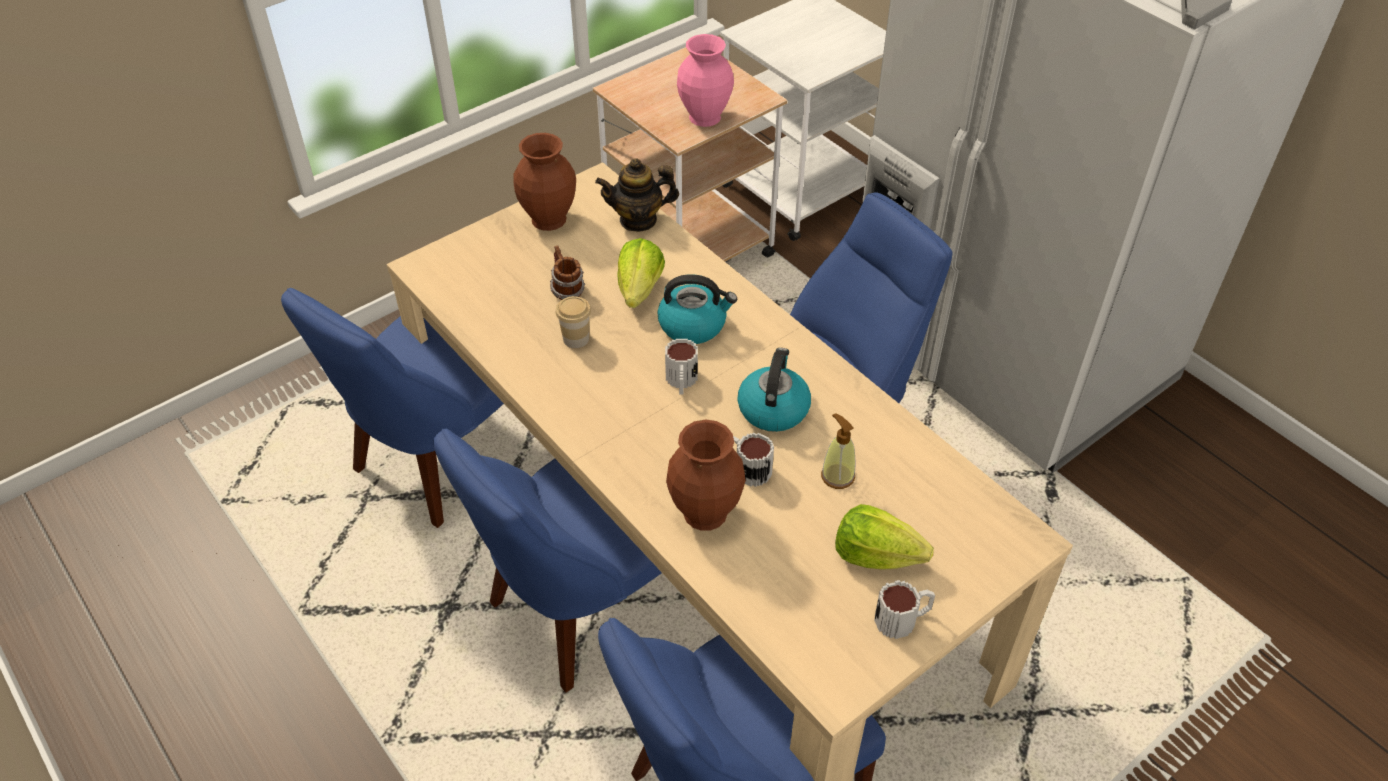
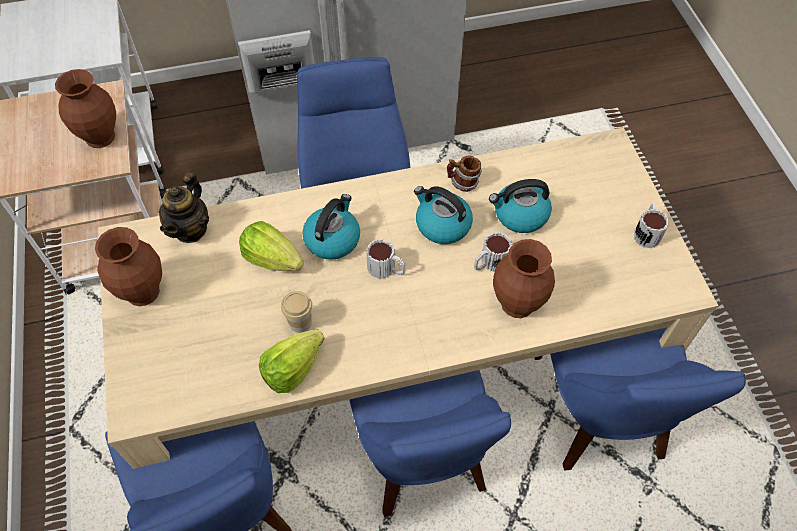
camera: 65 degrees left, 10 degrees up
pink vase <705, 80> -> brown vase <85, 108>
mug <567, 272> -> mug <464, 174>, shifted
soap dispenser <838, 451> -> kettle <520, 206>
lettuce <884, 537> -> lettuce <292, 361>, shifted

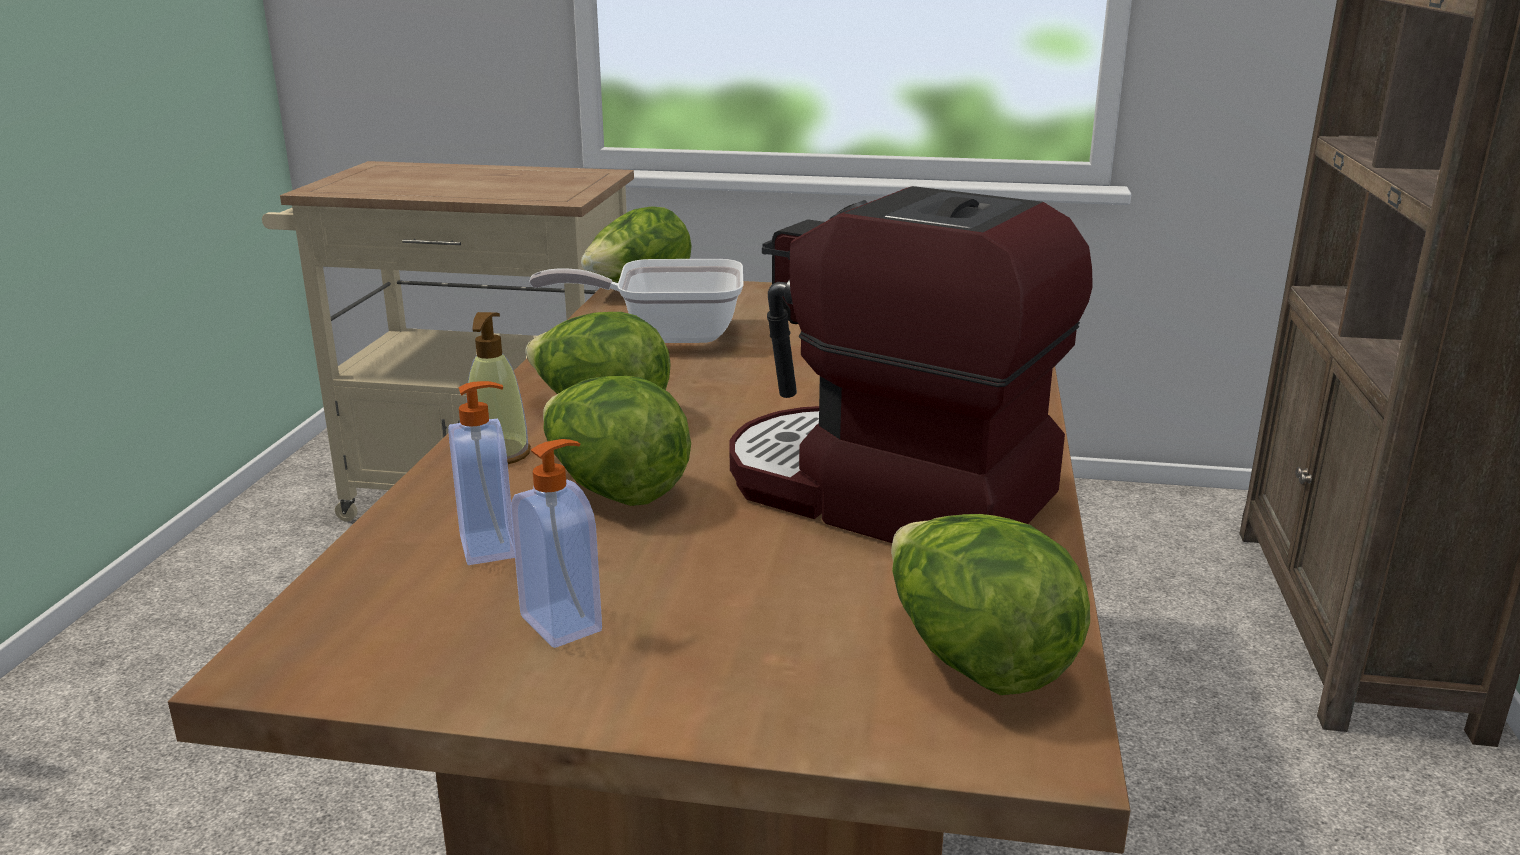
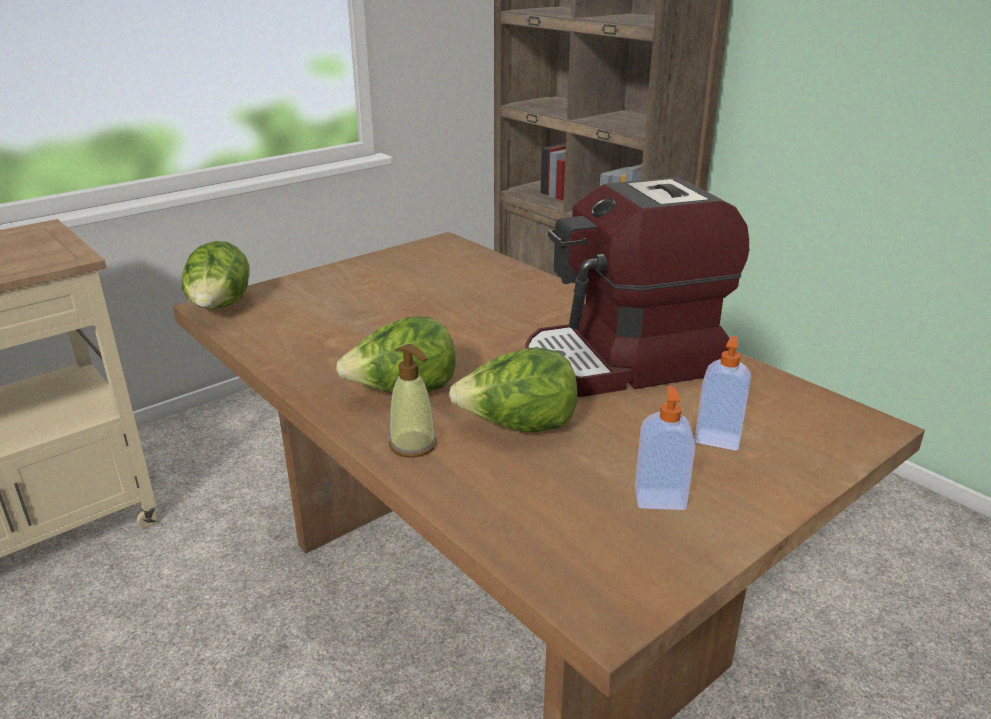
camera: 50 degrees left, 5 degrees up
frying pan <636, 301> -> none
soap dispenser <481, 473> -> soap dispenser <722, 393>, shifted
lettuce <990, 604> -> none

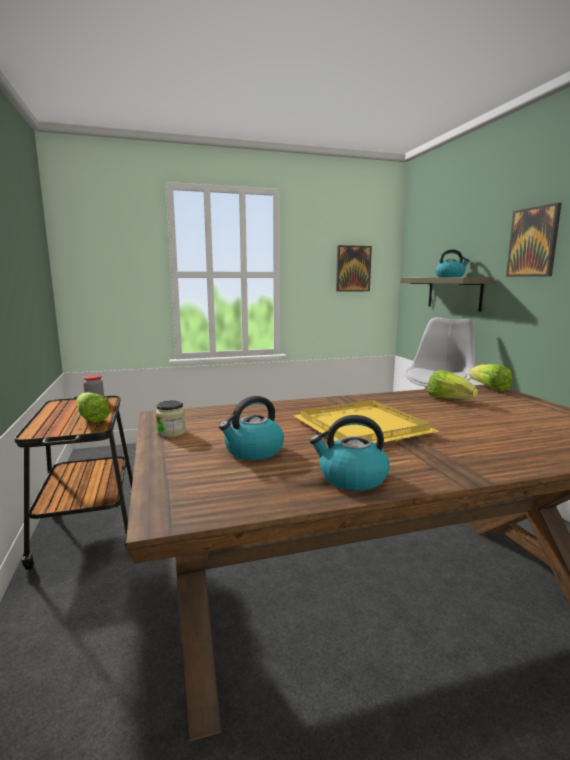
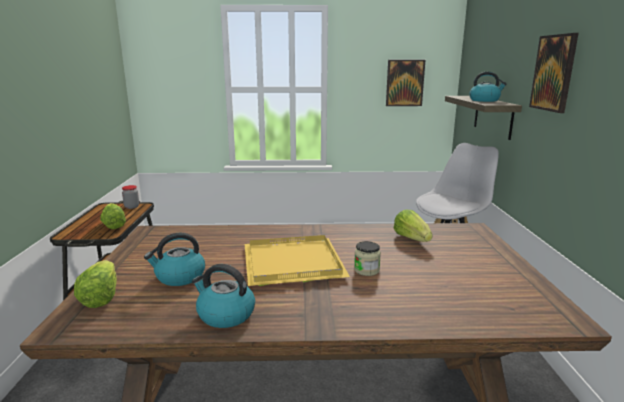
camera: 15 degrees right, 5 degrees up
lettuce <490, 377> -> lettuce <95, 284>, shifted
jar <171, 419> -> jar <367, 258>, shifted

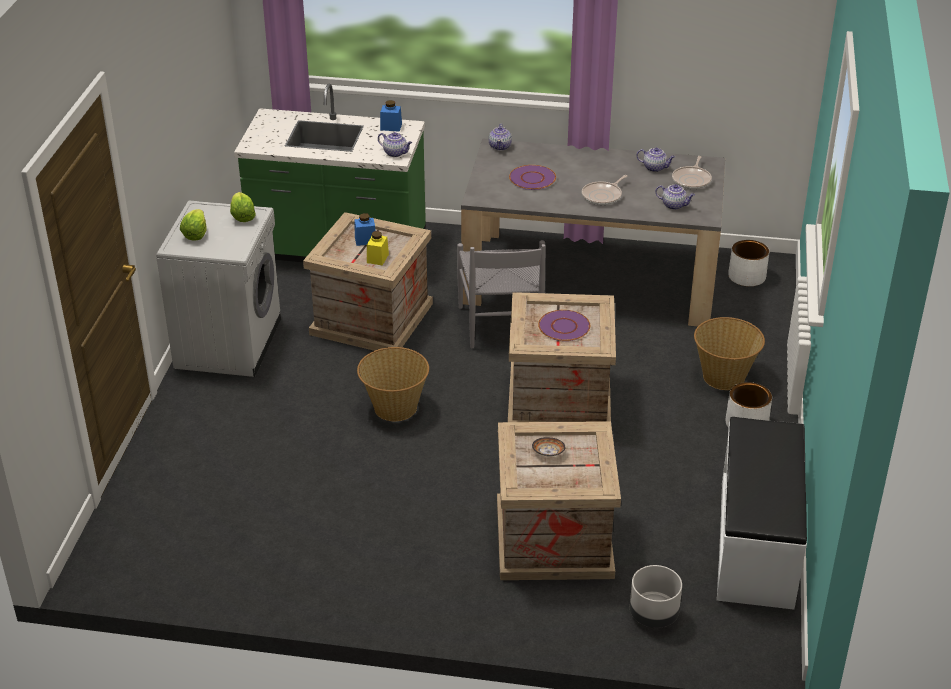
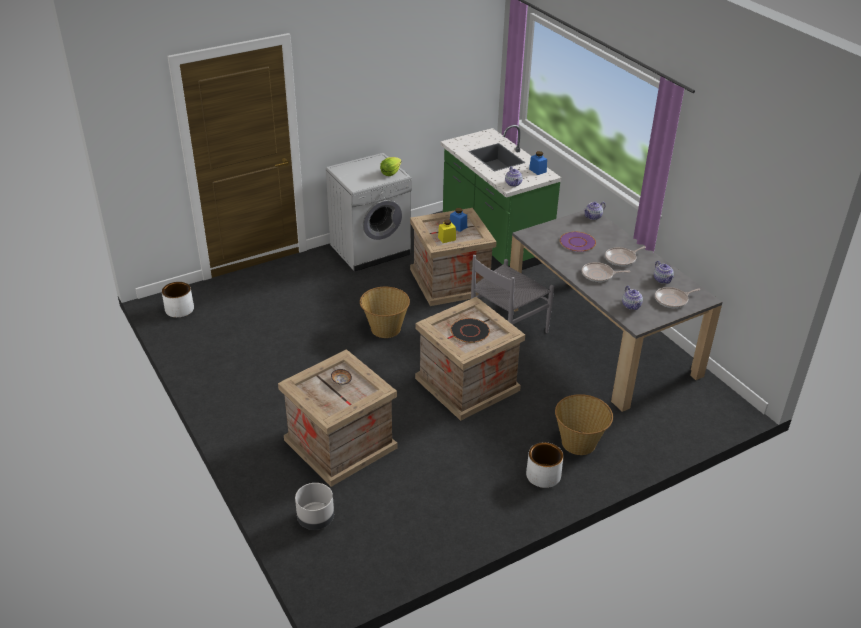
camera: 50 degrees right, 0 degrees up
lettuce <193, 225> -> none
white planter <748, 263> -> white planter <178, 300>, shifted
purple plate <564, 325> -> black plate <470, 330>
white bench <761, 513> -> none
none -> frying pan <625, 256>

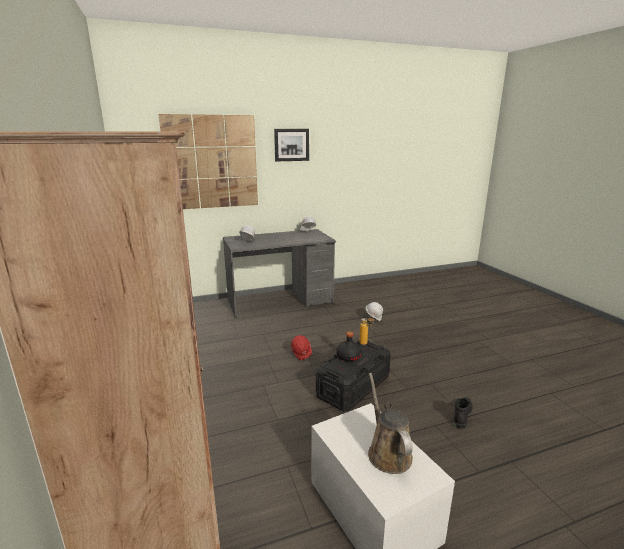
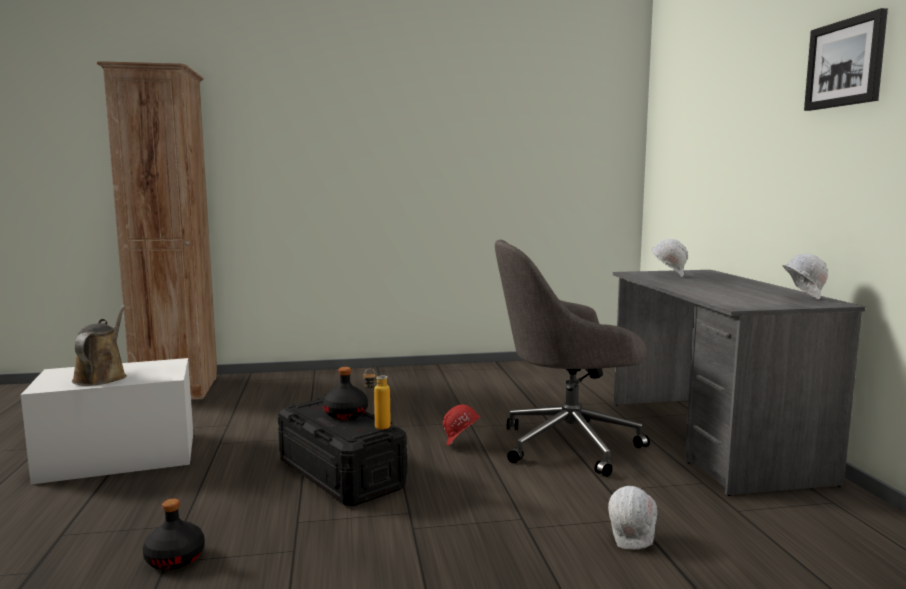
camera: 100 degrees right, 10 degrees down
picture <208, 161> -> none
brown watering can <390, 423> -> brown watering can <99, 345>, 90 degrees counterclockwise
black boot <463, 413> -> black bottle <173, 534>
none -> grey office chair <572, 358>

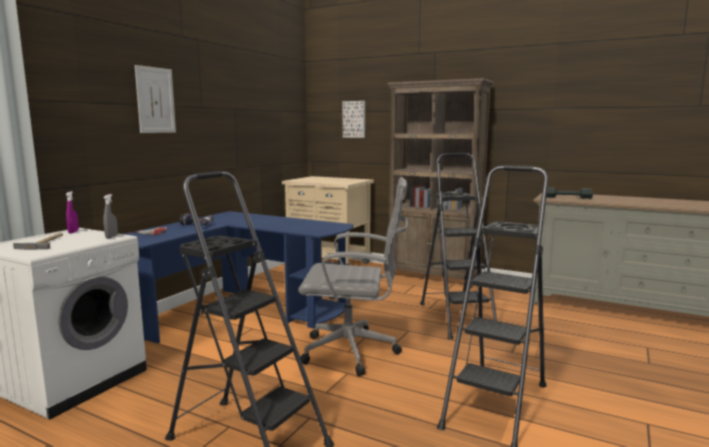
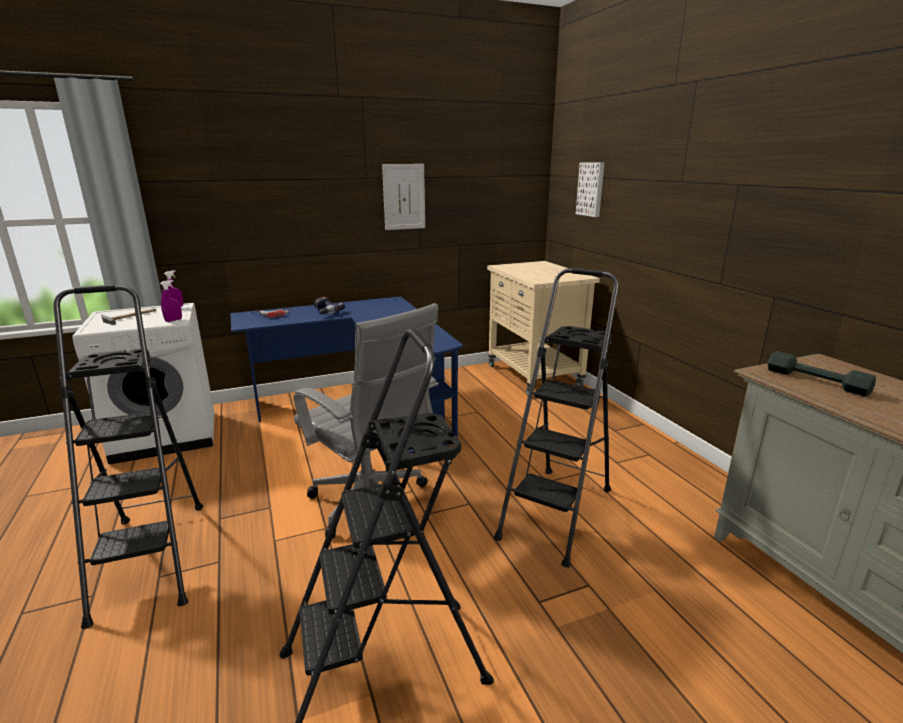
camera: 40 degrees right, 10 degrees up
picture <155, 99> -> picture <403, 197>, shifted
brown bookcase <440, 183> -> none
grey spray bottle <110, 216> -> purple spray bottle <171, 301>

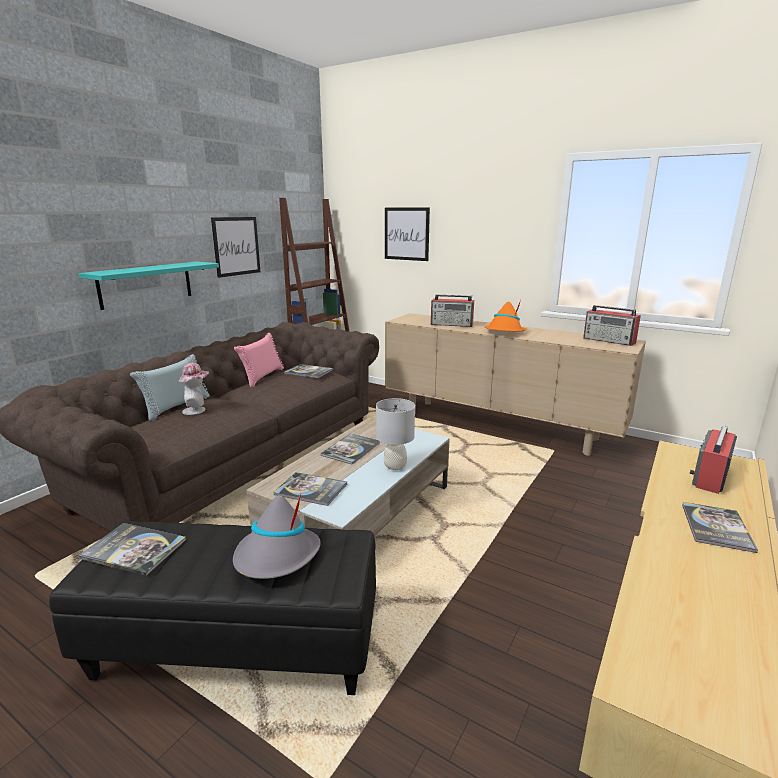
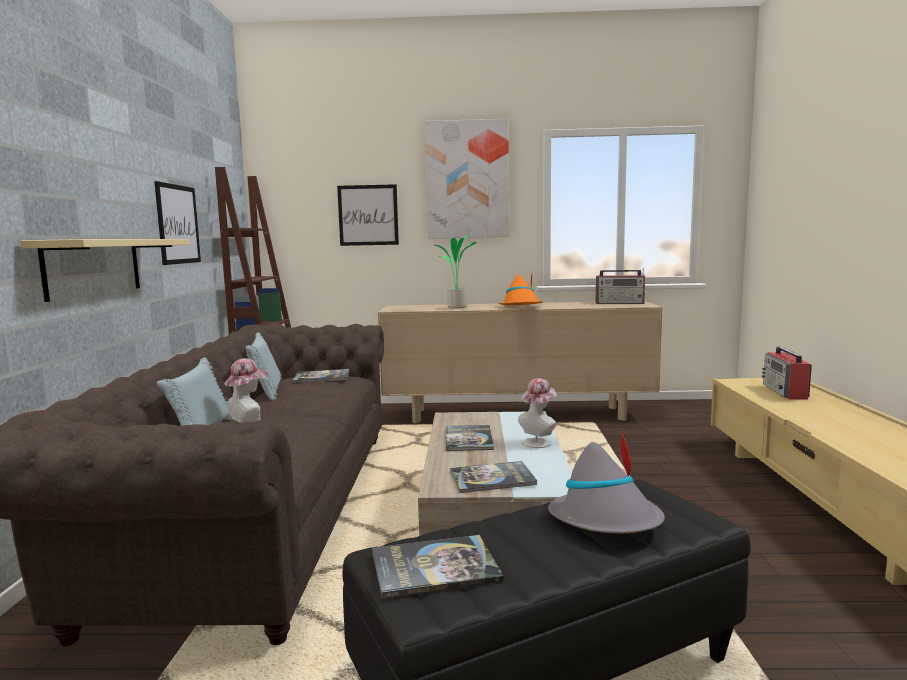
camera: 30 degrees left, 10 degrees down
turquoise shelf <149, 286> -> beige shelf <105, 270>
radio <452, 311> -> potted plant <455, 272>
pink pillow <259, 360> -> blue pillow <264, 366>
grey table lamp <395, 434> -> hat <537, 413>
book <720, 527> -> none
none -> picture <467, 179>

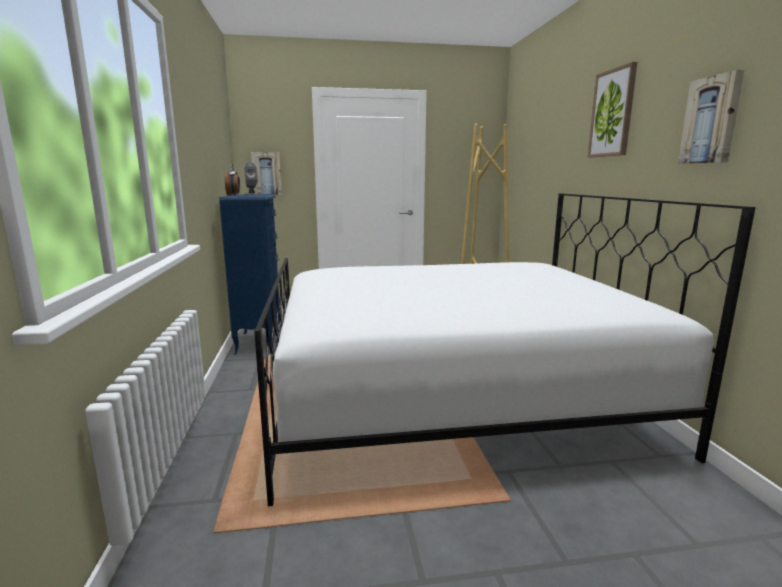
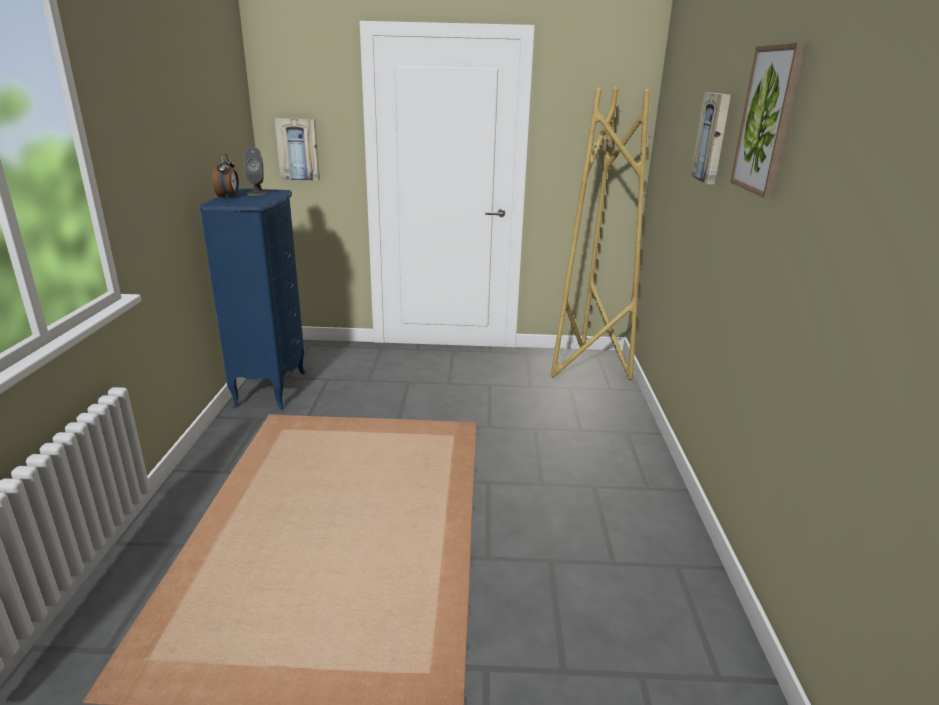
camera: 10 degrees right, 10 degrees up
picture <711, 117> -> picture <710, 138>, shifted
white bed <505, 349> -> none

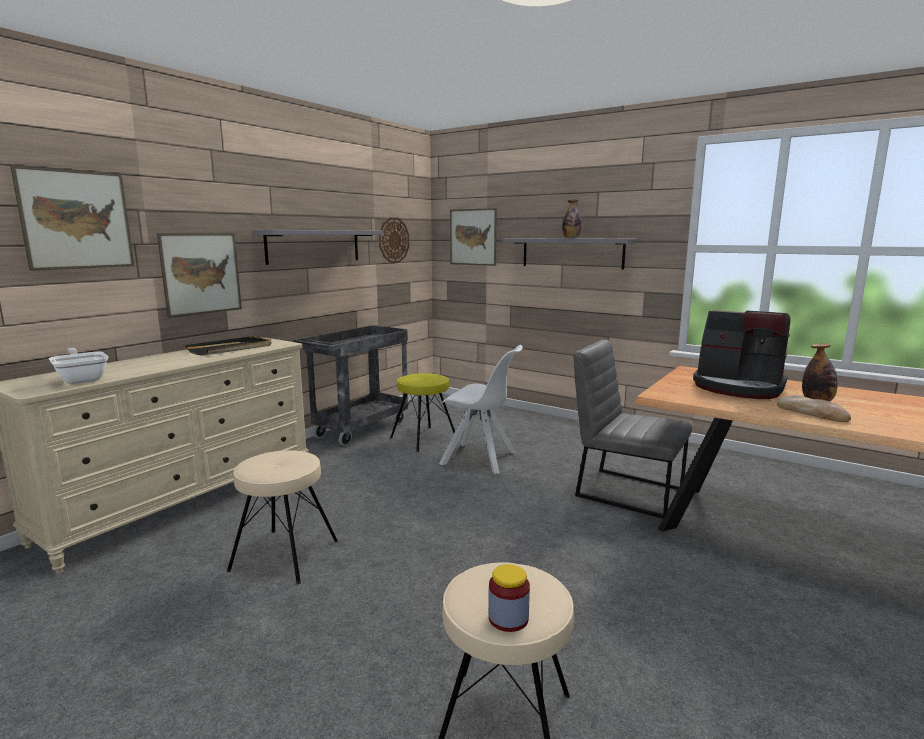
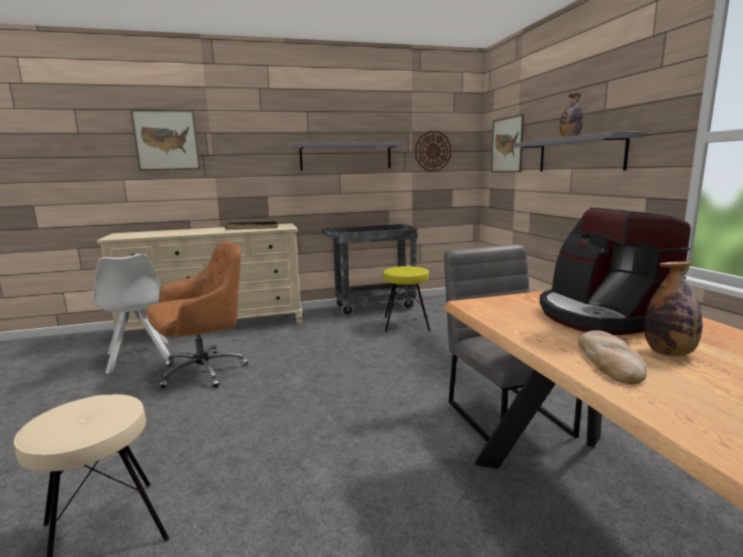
camera: 40 degrees right, 0 degrees up
picture <199, 275> -> none
white chair <481, 409> -> white chair <132, 314>, shifted
frying pan <79, 366> -> none
beige stool <282, 517> -> brown office chair <197, 314>
jar <509, 598> -> none

